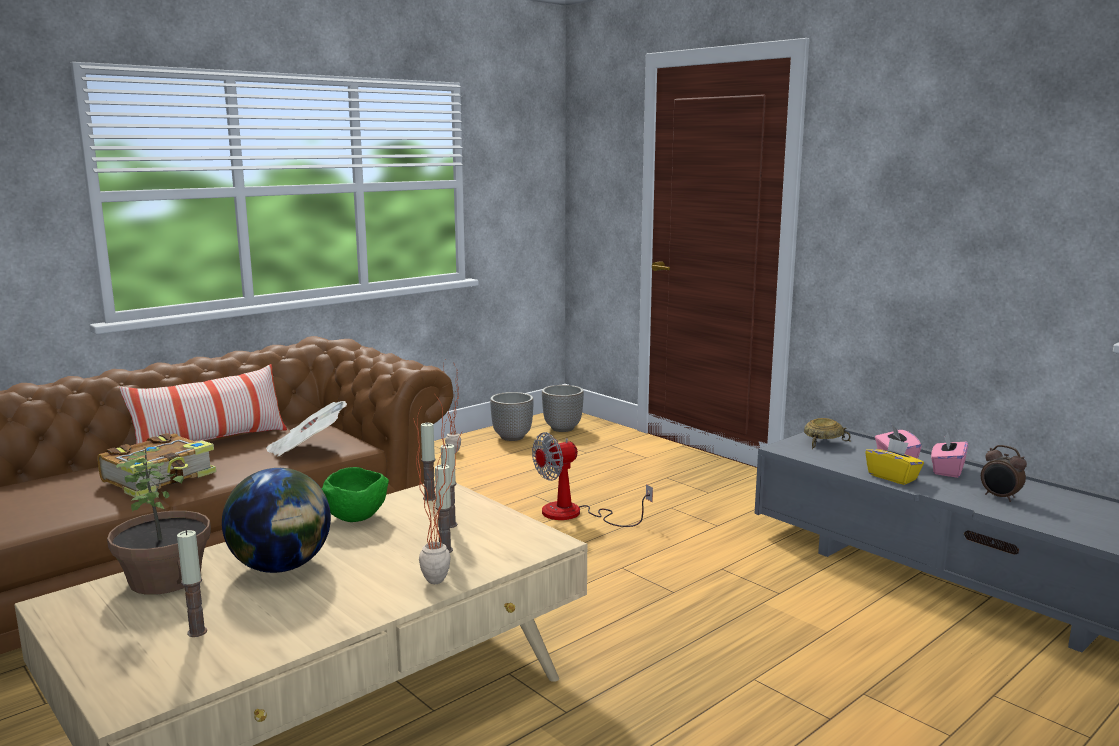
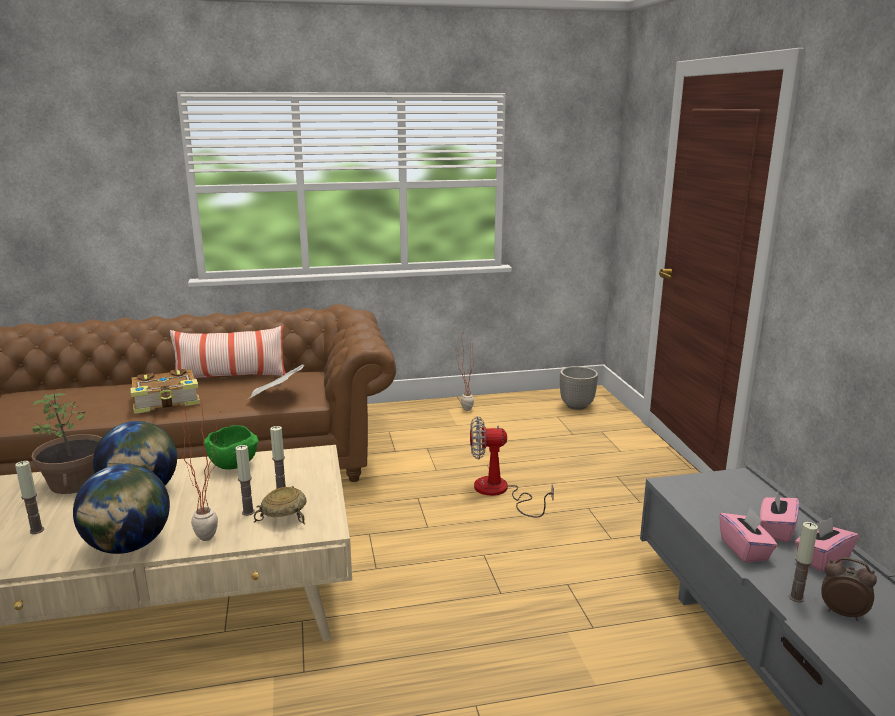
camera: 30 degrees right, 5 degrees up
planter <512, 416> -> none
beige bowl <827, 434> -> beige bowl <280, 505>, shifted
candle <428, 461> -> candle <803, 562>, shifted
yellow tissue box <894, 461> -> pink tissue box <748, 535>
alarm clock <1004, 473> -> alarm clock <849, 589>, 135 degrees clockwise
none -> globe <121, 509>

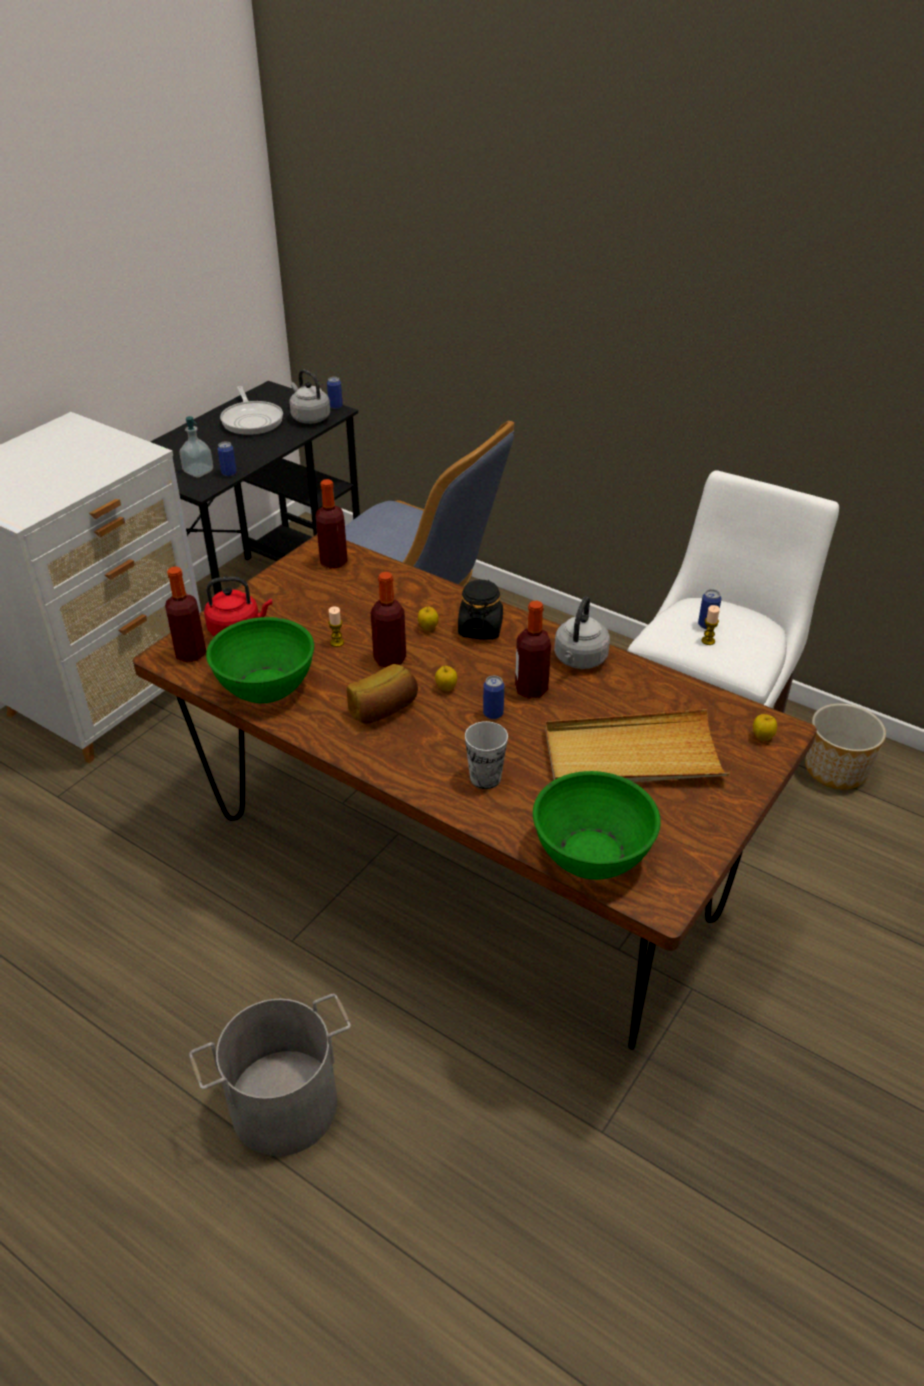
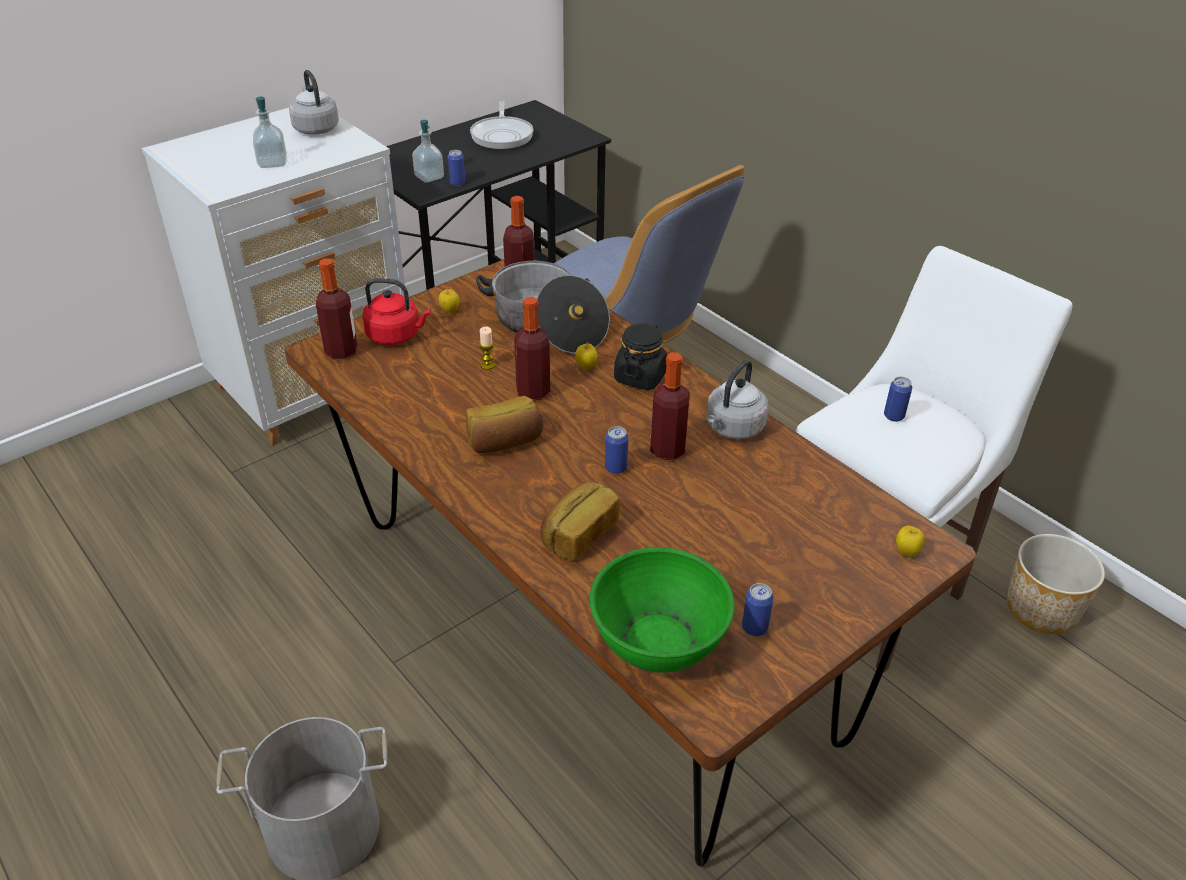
camera: 15 degrees right, 0 degrees up
grey kettle <309, 397> -> grey kettle <314, 102>, shifted
can <335, 393> -> can <758, 609>, shifted
candle <710, 625> -> none
green bowl <260, 660> -> none
apple <446, 678> -> apple <449, 300>, shifted
beige tray <637, 745> -> none
cup <486, 755> -> bread <580, 521>
none -> soap dispenser <270, 132>
none -> cooking pot <543, 307>

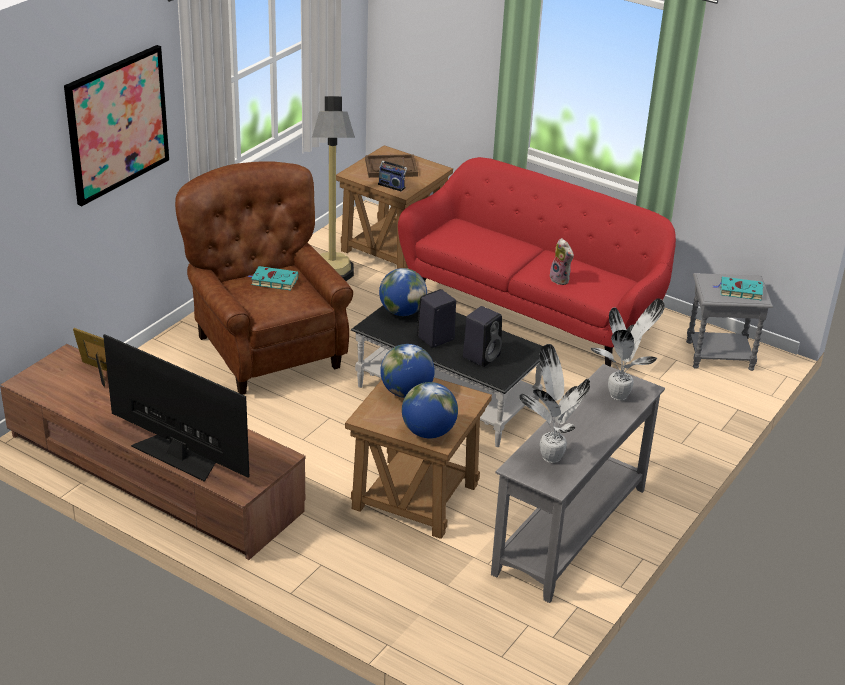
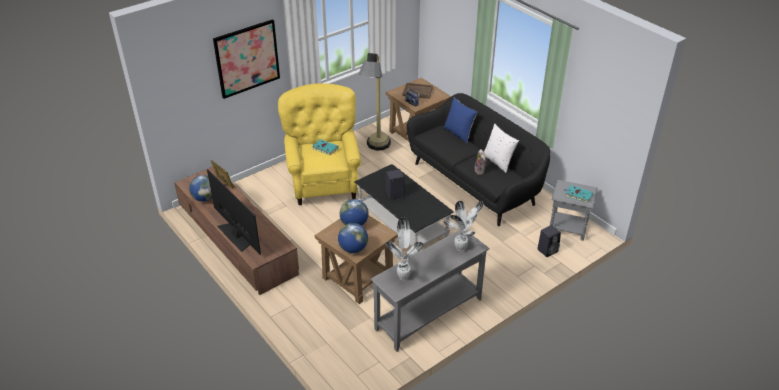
camera: 20 degrees right, 5 degrees up
red sofa <537, 262> -> black sofa <479, 159>
brown armchair <264, 278> -> yellow armchair <319, 144>
globe <403, 292> -> globe <200, 188>, shifted
black speaker <482, 336> -> black speaker <549, 241>, shifted
none -> blue pillow <460, 120>
none -> white pillow <501, 148>

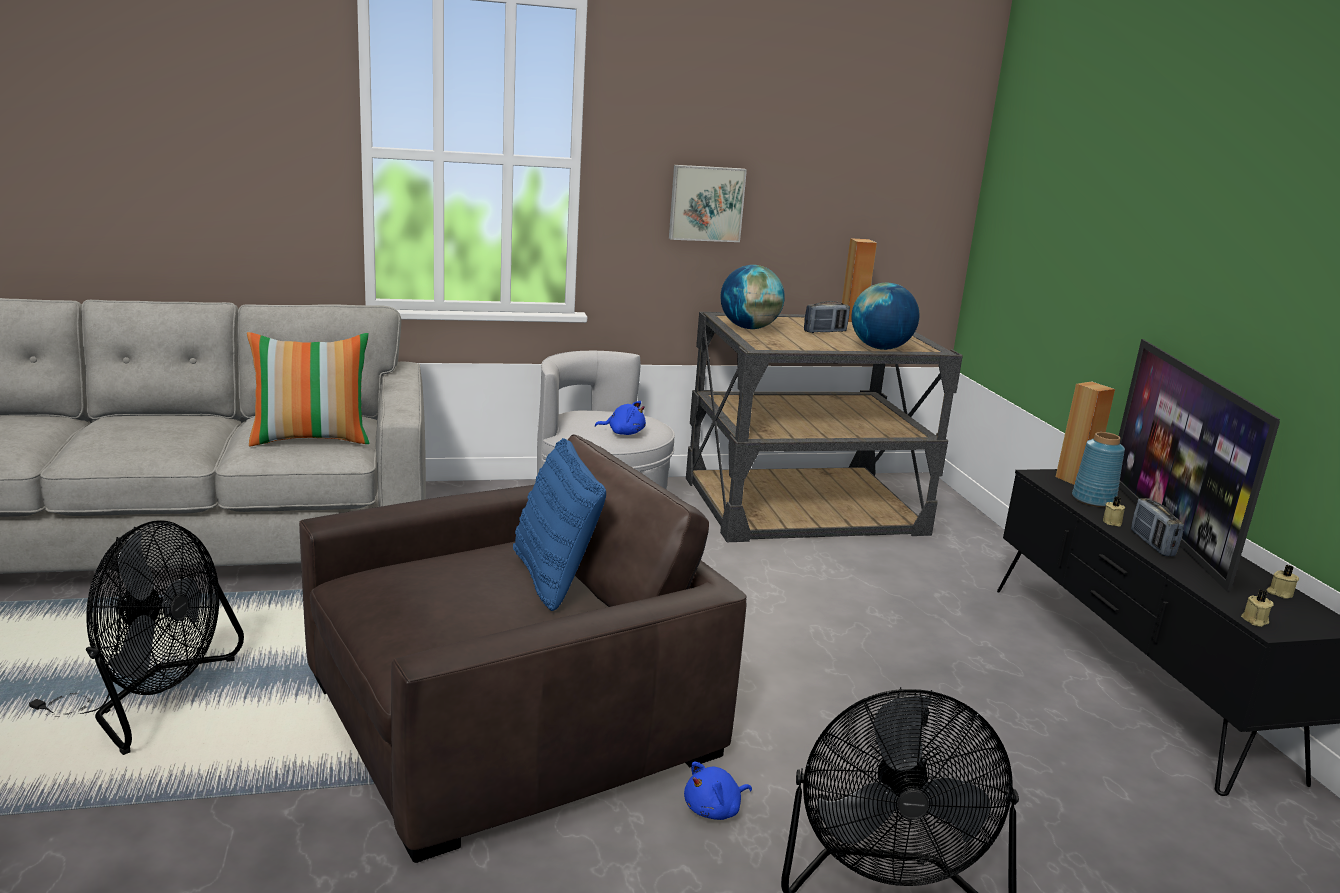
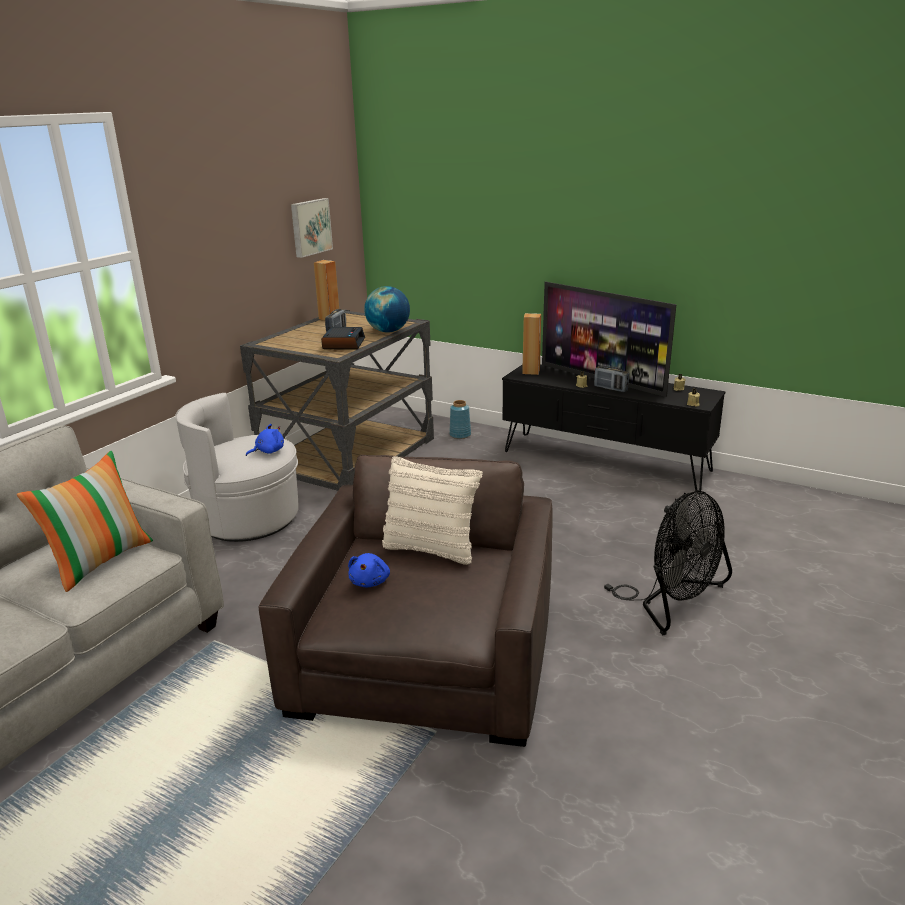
camera: 45 degrees left, 5 degrees up
picture <708, 203> -> picture <312, 228>, shifted
globe <752, 297> -> none
blue vase <1098, 469> -> blue vase <460, 419>, shifted
blue pillow <559, 524> -> beige pillow <432, 510>
black fan <136, 637> -> none
blue plush toy <718, 791> -> blue plush toy <369, 570>, shifted
none -> alarm clock <343, 338>

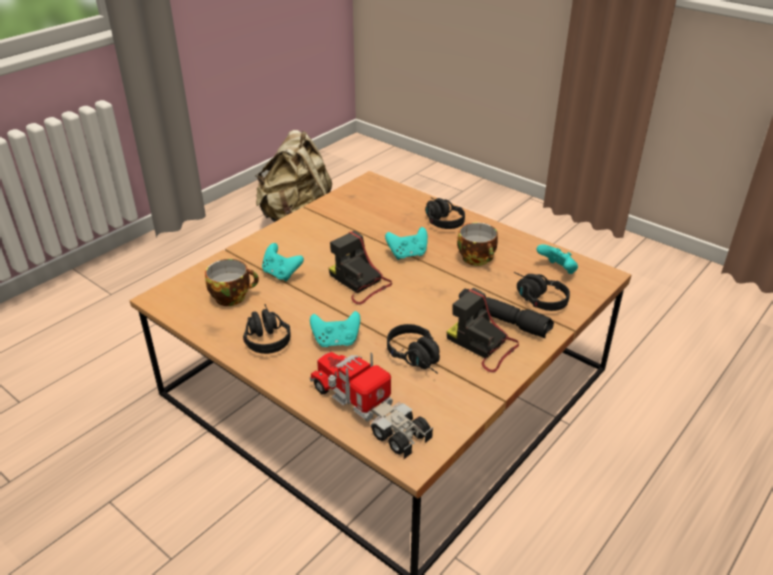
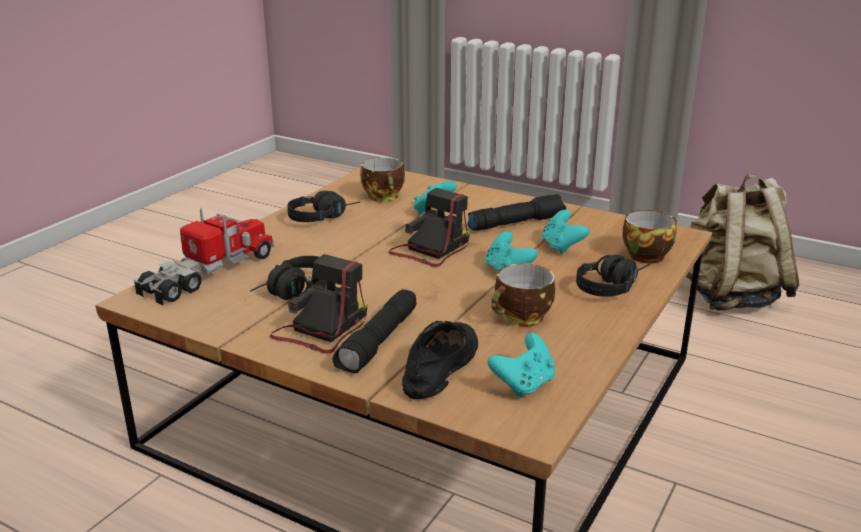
camera: 80 degrees right, 10 degrees down
black headphones <542, 291> -> black shoe <440, 360>
turquoise game controller <335, 329> -> turquoise game controller <566, 232>, shifted
none -> black flashlight <517, 212>
none -> cup <649, 236>

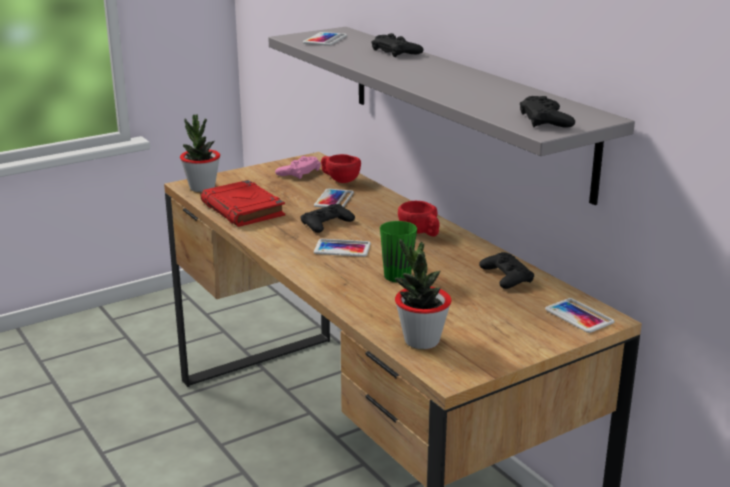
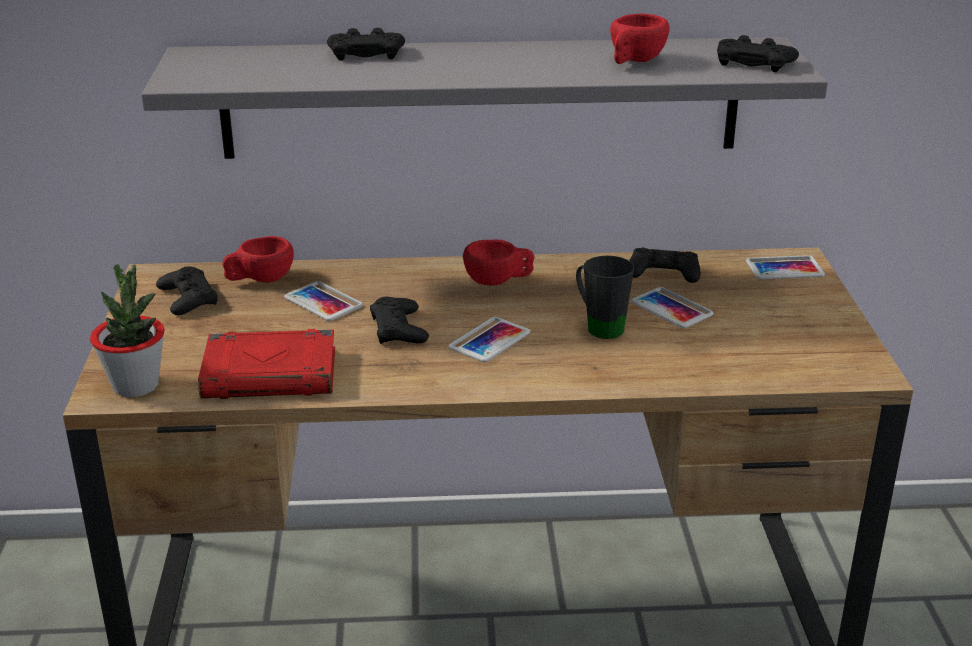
camera: 60 degrees left, 5 degrees up
phone <325, 39> -> phone <672, 307>, shifted
pink game controller <298, 167> -> black game controller <187, 290>
green mug <398, 251> -> black mug <605, 297>
potted plant <423, 294> -> none
none -> red cup <640, 39>

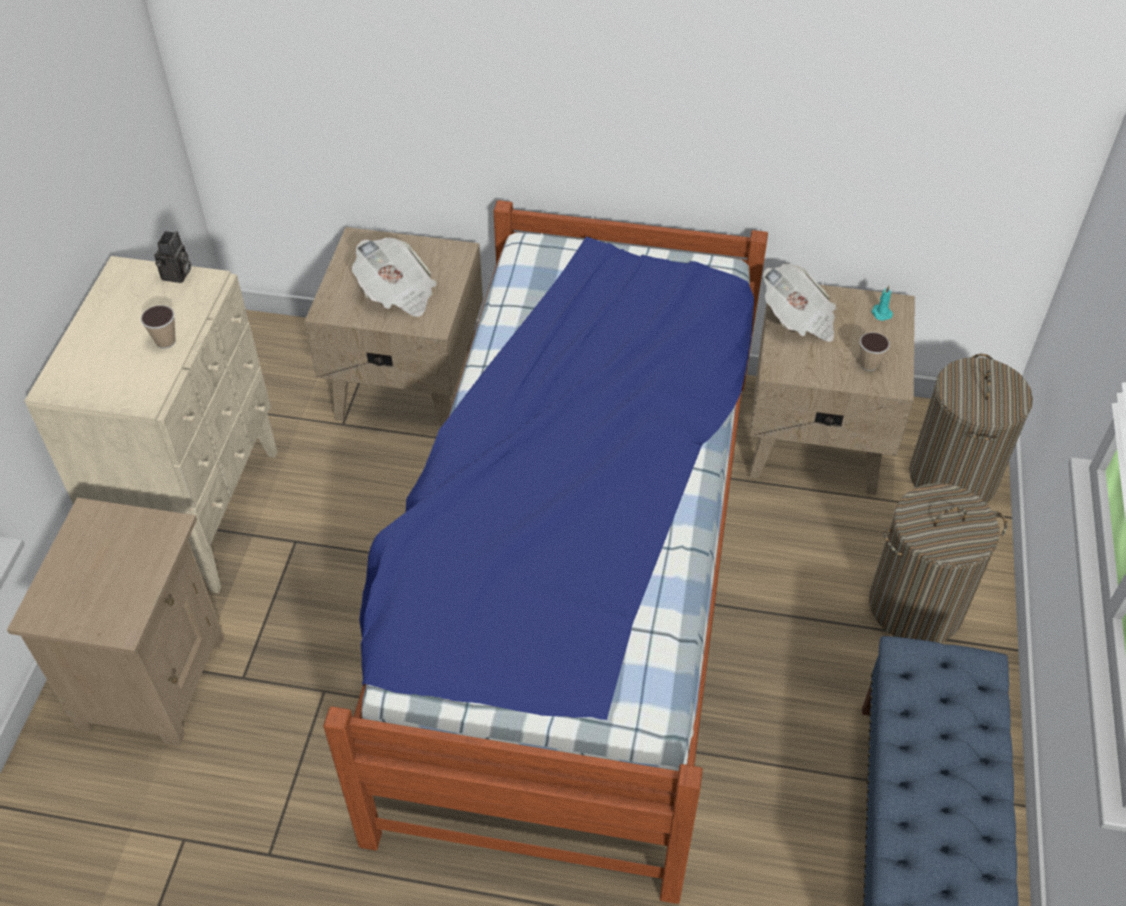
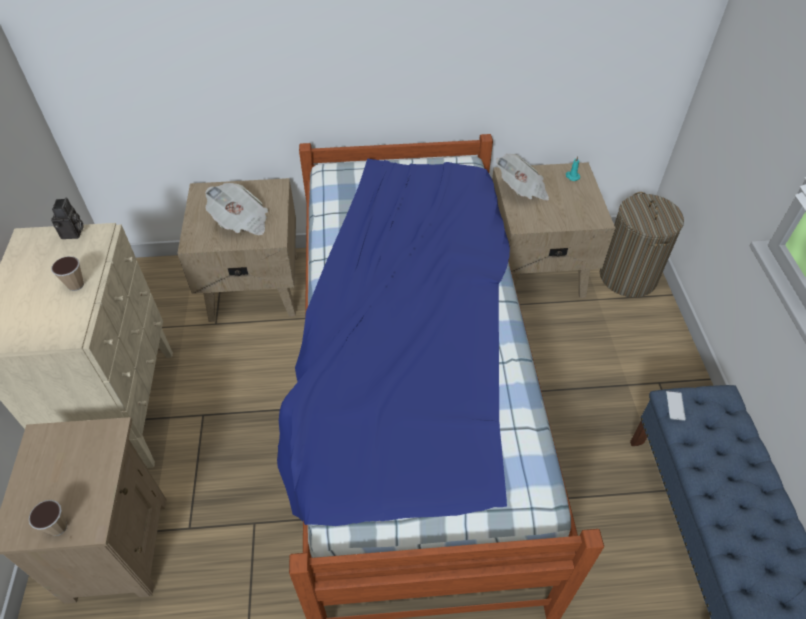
camera: 15 degrees left, 0 degrees up
cup <875, 351> -> cup <48, 518>, shifted
laundry basket <938, 563> -> none
none -> phone <676, 406>

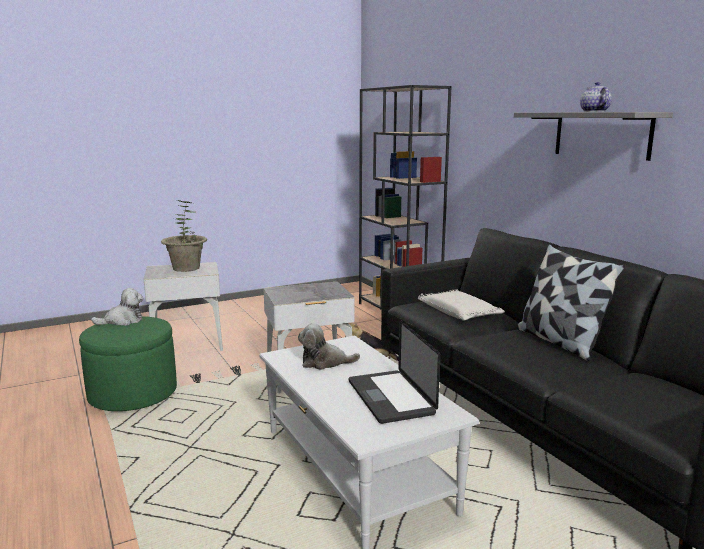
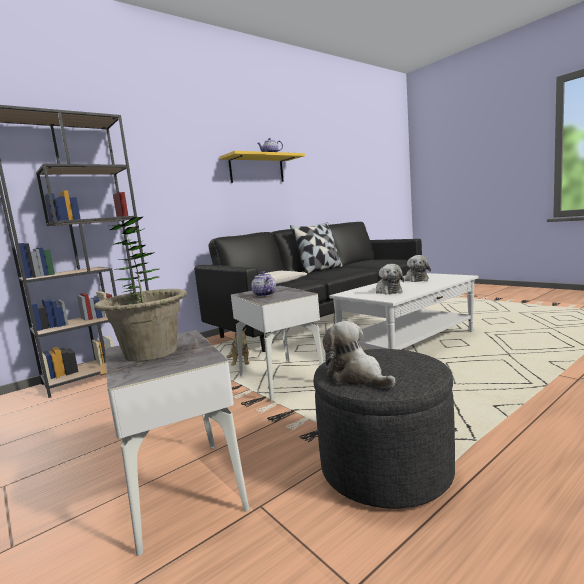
camera: 100 degrees left, 5 degrees down
grey shelf <593, 136> -> yellow shelf <262, 167>
green ottoman <128, 363> -> grey ottoman <384, 429>
laptop <394, 372> -> plush toy <418, 268>
none -> teapot <263, 284>

